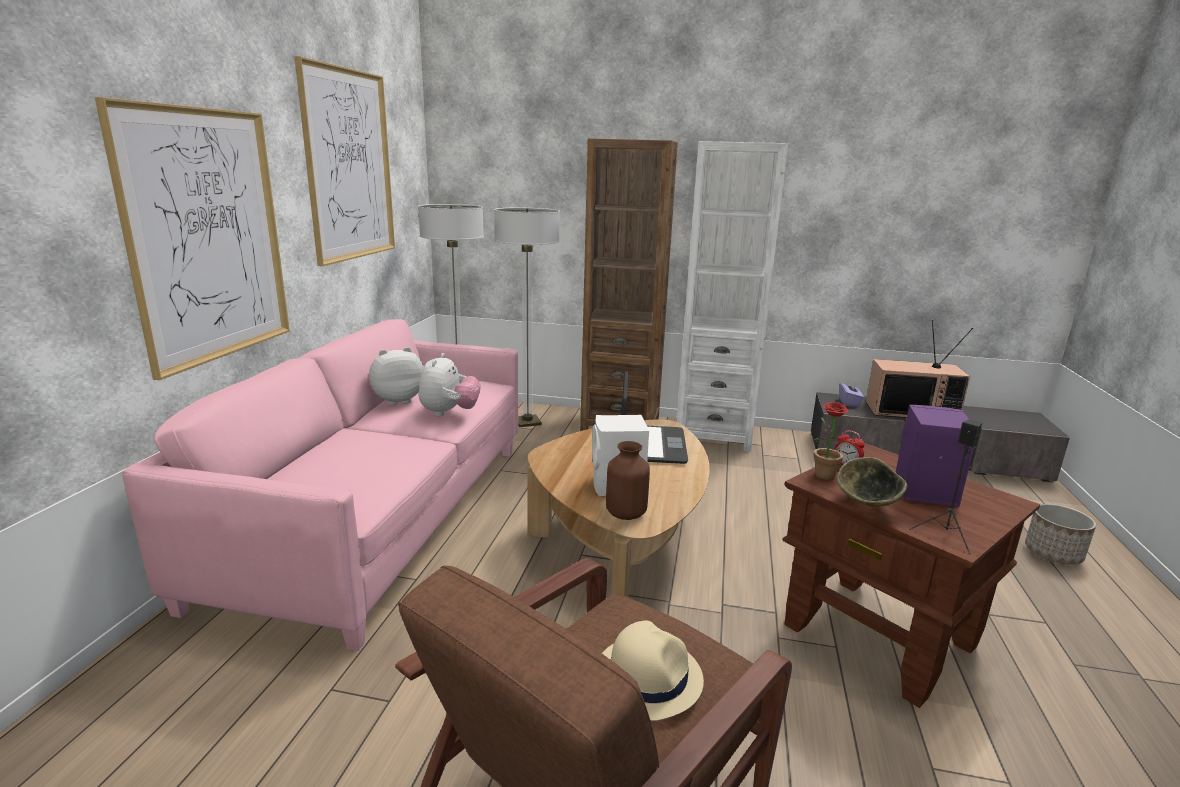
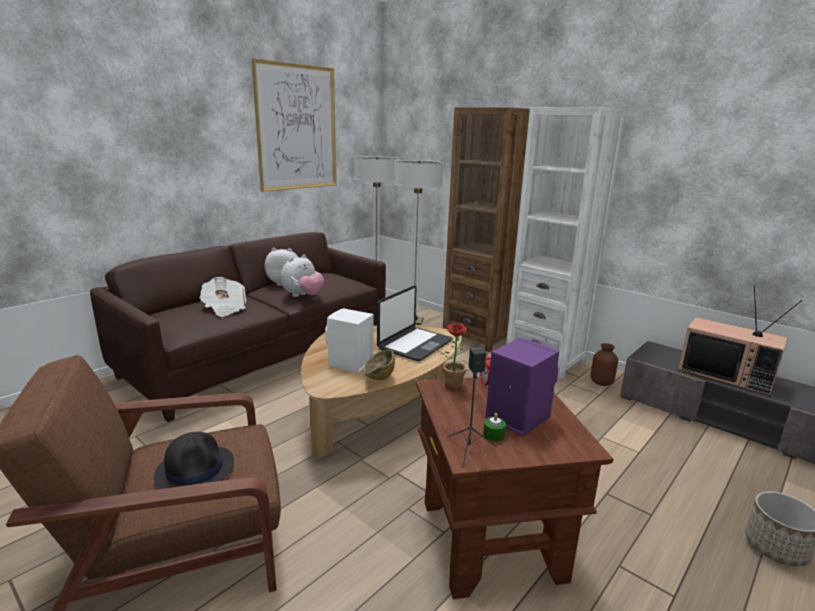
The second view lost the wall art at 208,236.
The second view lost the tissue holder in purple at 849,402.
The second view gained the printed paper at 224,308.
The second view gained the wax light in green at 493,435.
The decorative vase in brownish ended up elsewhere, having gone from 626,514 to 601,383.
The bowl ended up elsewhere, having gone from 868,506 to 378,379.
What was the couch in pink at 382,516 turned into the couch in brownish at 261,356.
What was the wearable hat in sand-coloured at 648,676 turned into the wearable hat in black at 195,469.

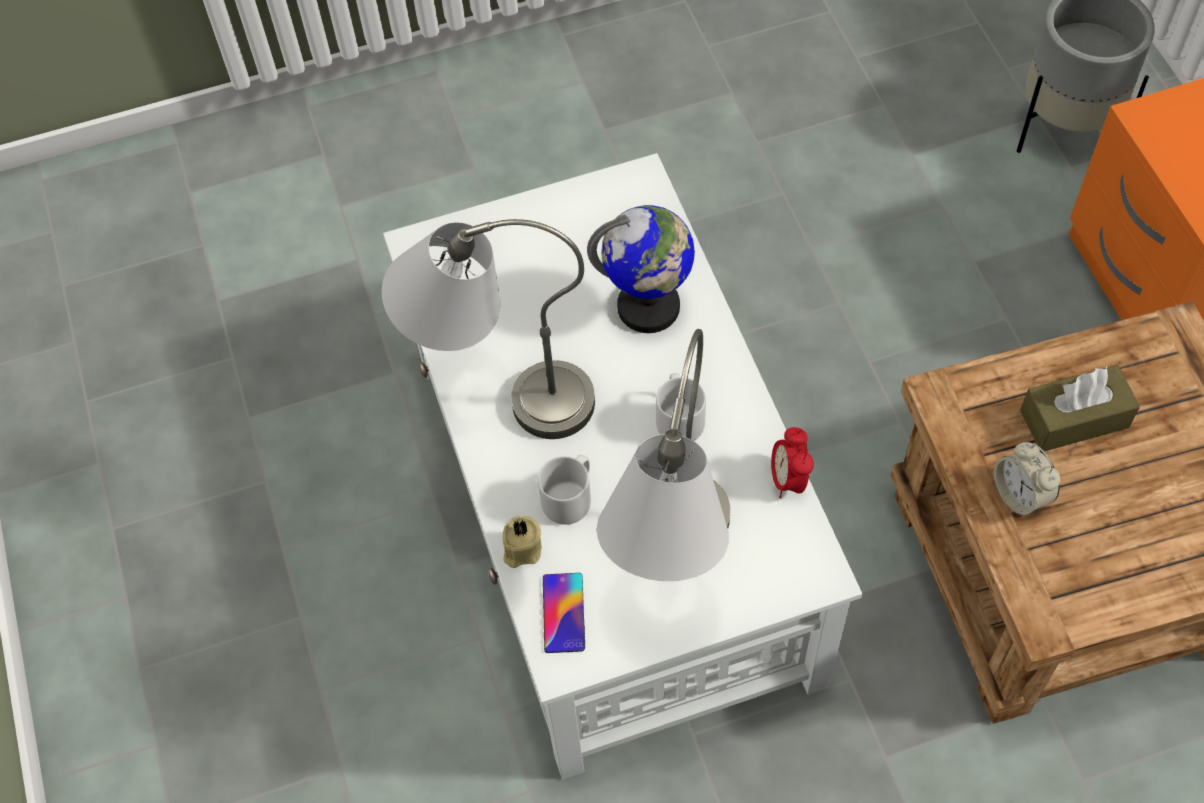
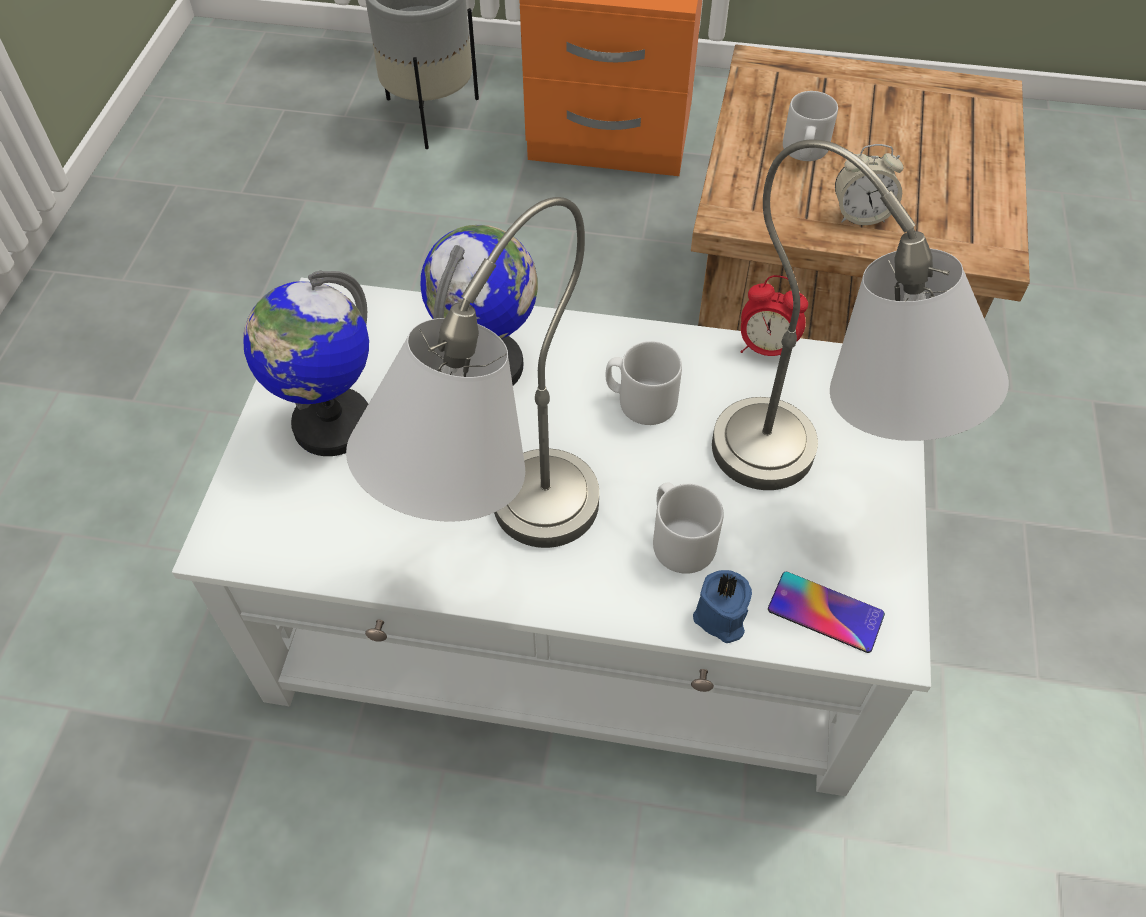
The second view gained the desk globe at 331,424.
Where the tissue holder in brownish stood at 1074,419, the tea mug in grey came to stand at 804,151.
What was the wax light in sand-coloured at 521,549 turned into the wax light in blue-coloured at 720,618.

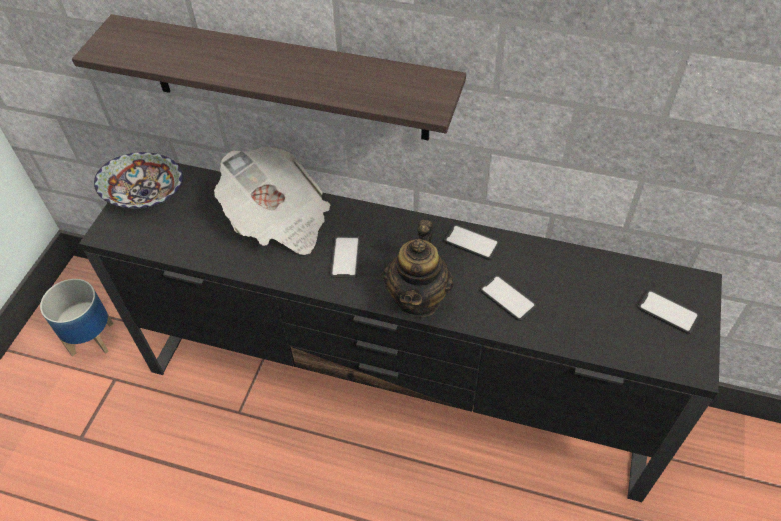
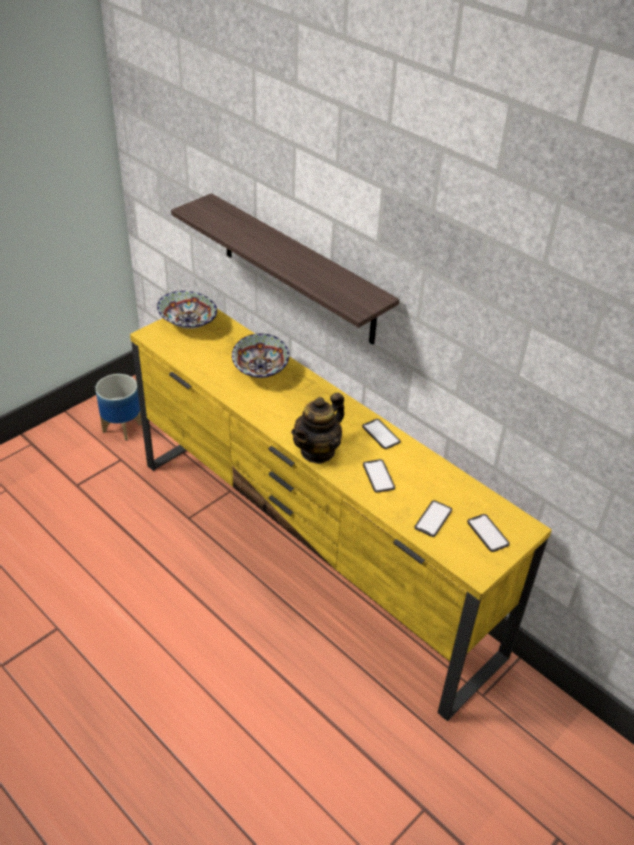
The telephone ended up elsewhere, having gone from 345,257 to 433,519.
Where the printed paper stood at 278,220, the bowl came to stand at 261,370.
What was the media console in black at 397,387 turned into the media console in yellow at 312,555.

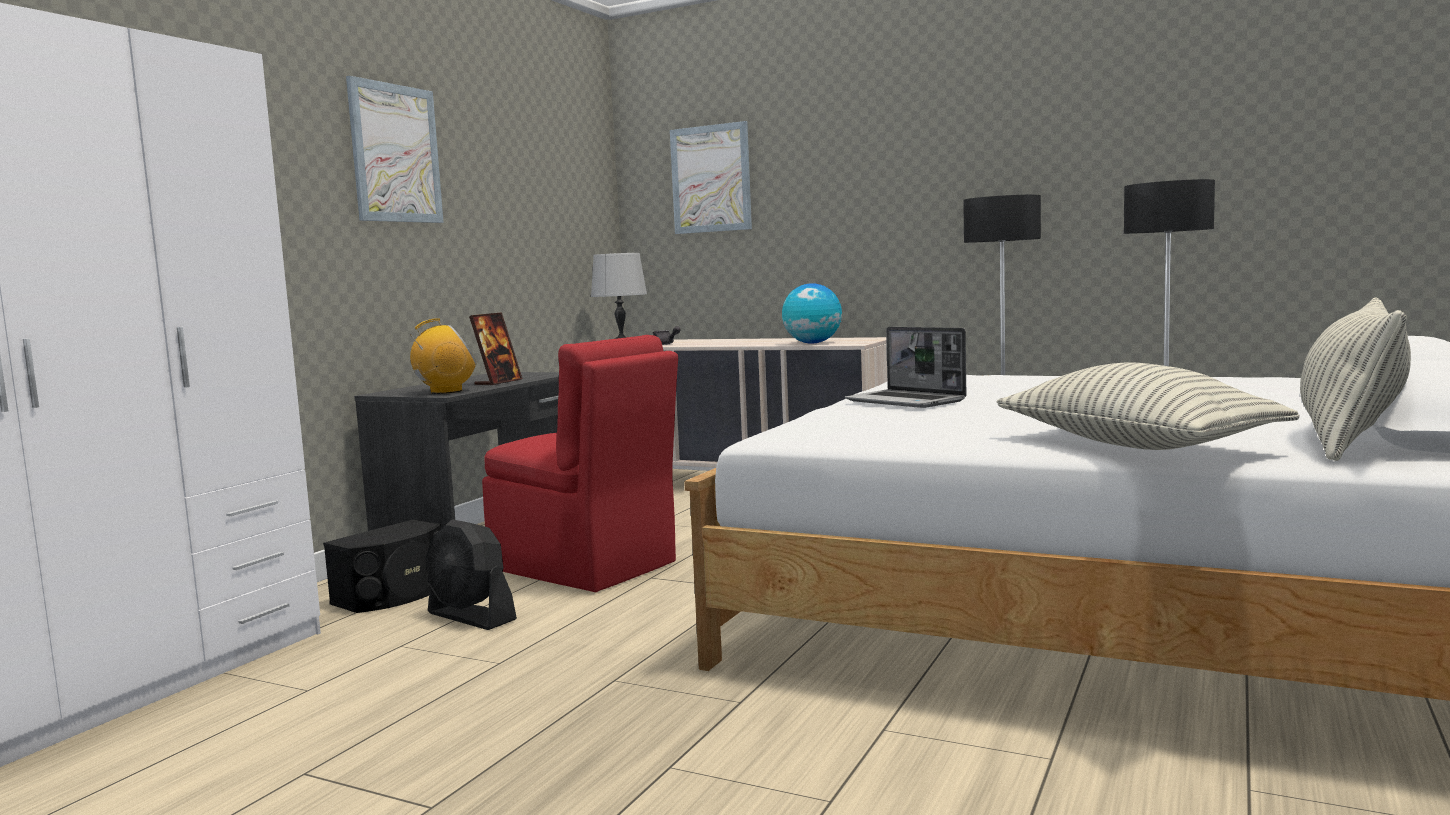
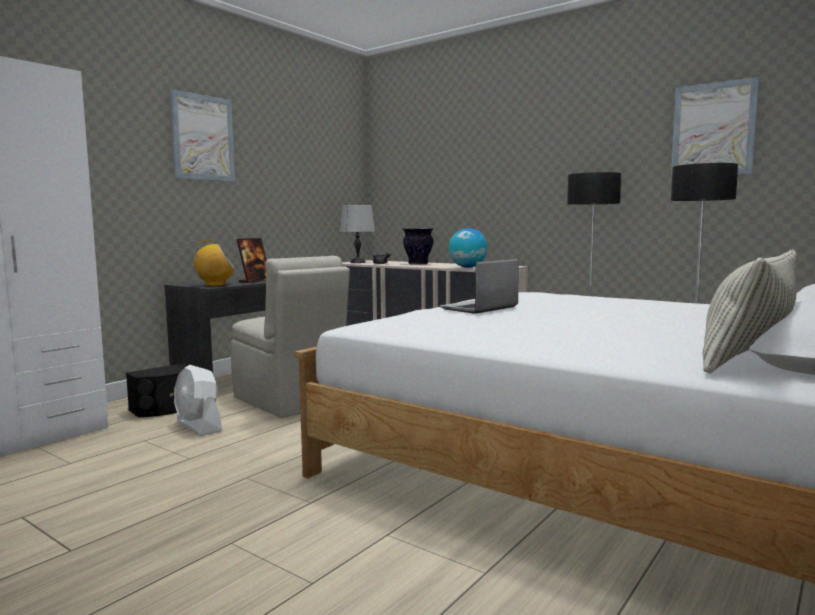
The second view lost the cushion at 1135,445.
The second view gained the decorative vase at 418,264.
The wall art ended up elsewhere, having gone from 711,179 to 713,129.
What was the cooling fan in black at 471,617 turned into the cooling fan in white at 198,426.
What was the upright chair in red-coloured at 586,567 turned into the upright chair in sand-coloured at 290,401.
The portable computer at 906,401 ended up facing another way, 75 degrees clockwise from before.

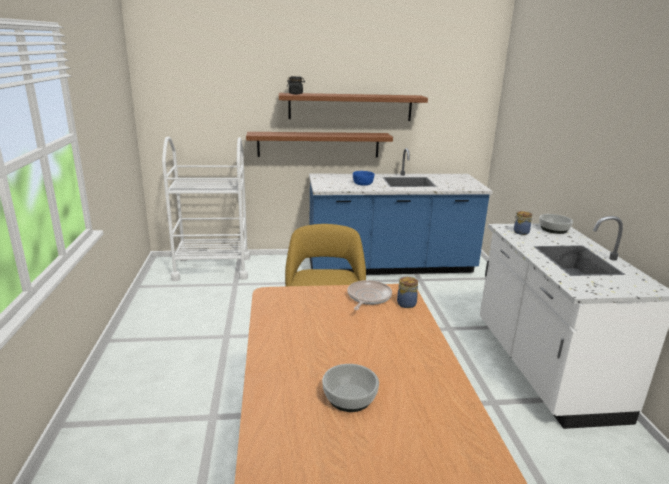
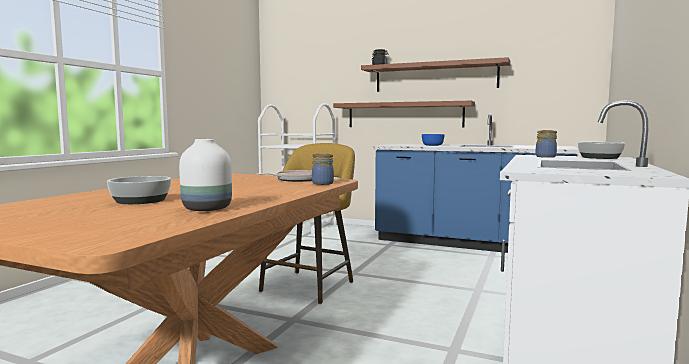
The second view gained the decorative vase in white at 207,209.

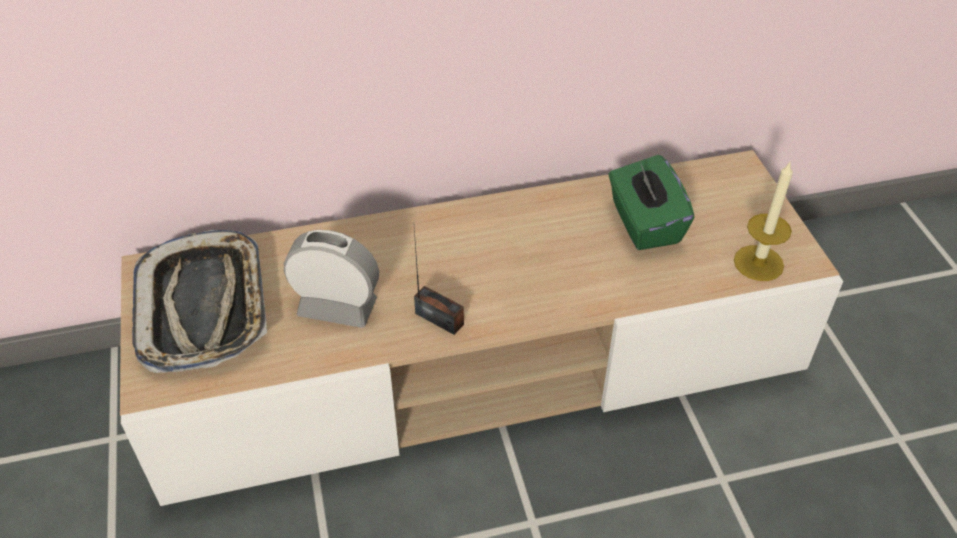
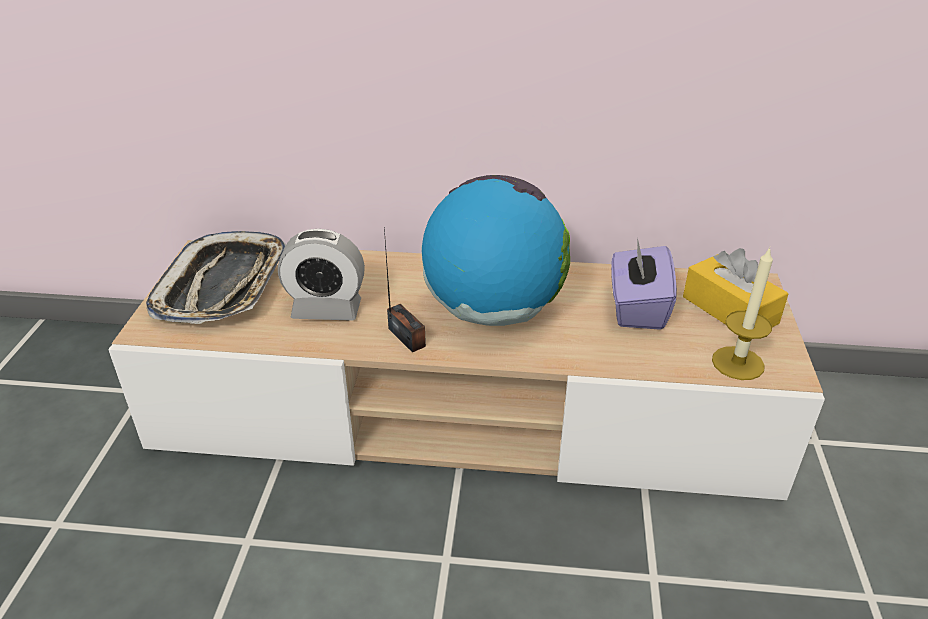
The second view gained the desk globe at 494,311.
The second view gained the tissue holder in yellow at 729,310.
What was the tissue holder in green at 644,223 turned into the tissue holder in purple at 637,308.
The bedside clock at 337,307 ended up facing another way, 150 degrees clockwise from before.

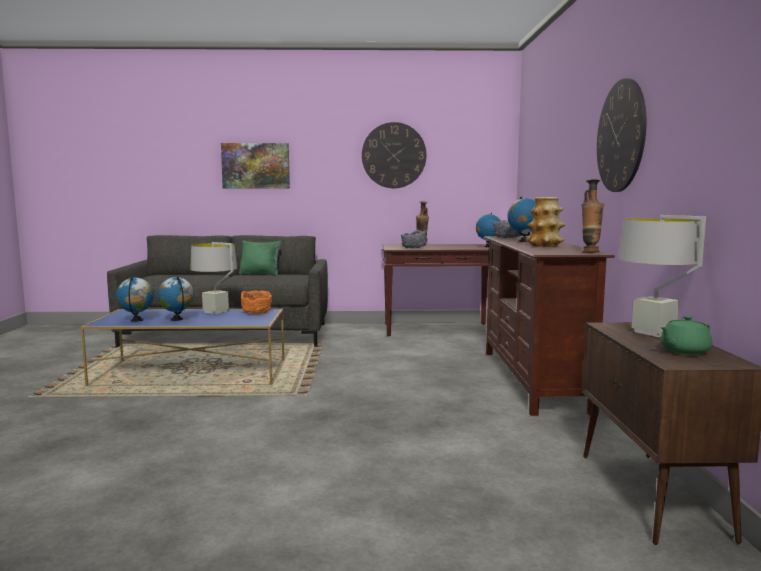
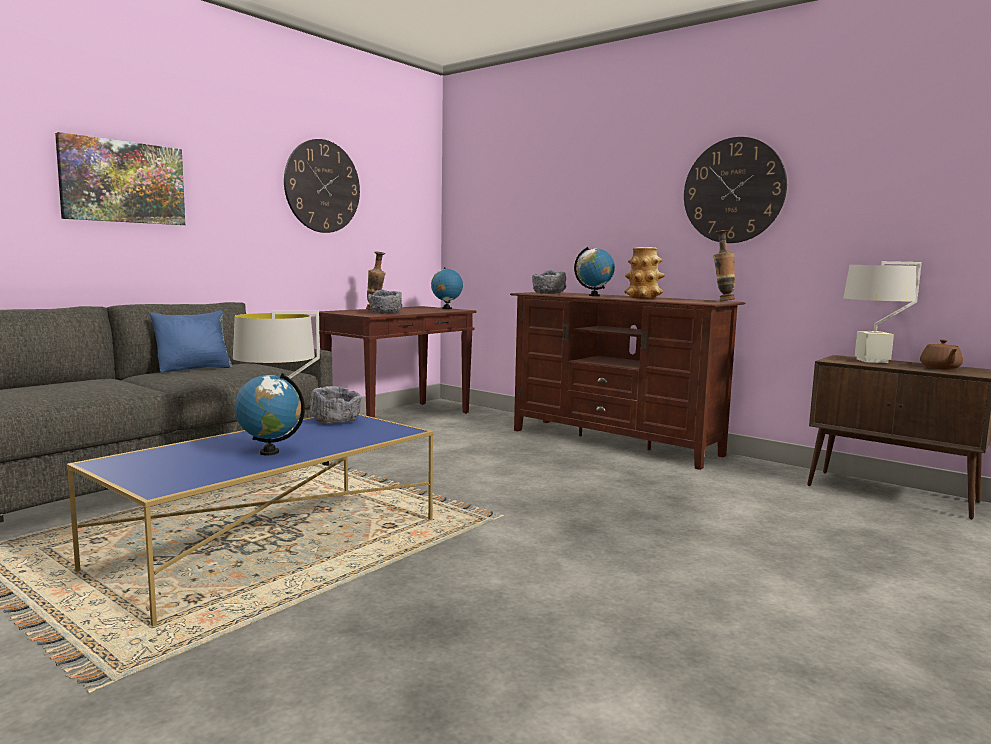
The second view lost the desk globe at 137,320.
What was the cushion in green at 260,274 turned into the cushion in blue-coloured at 194,369.
What was the bowl in orange at 257,312 turned into the bowl in grey at 336,421.
What was the teapot in green at 683,351 turned into the teapot in brownish at 940,368.

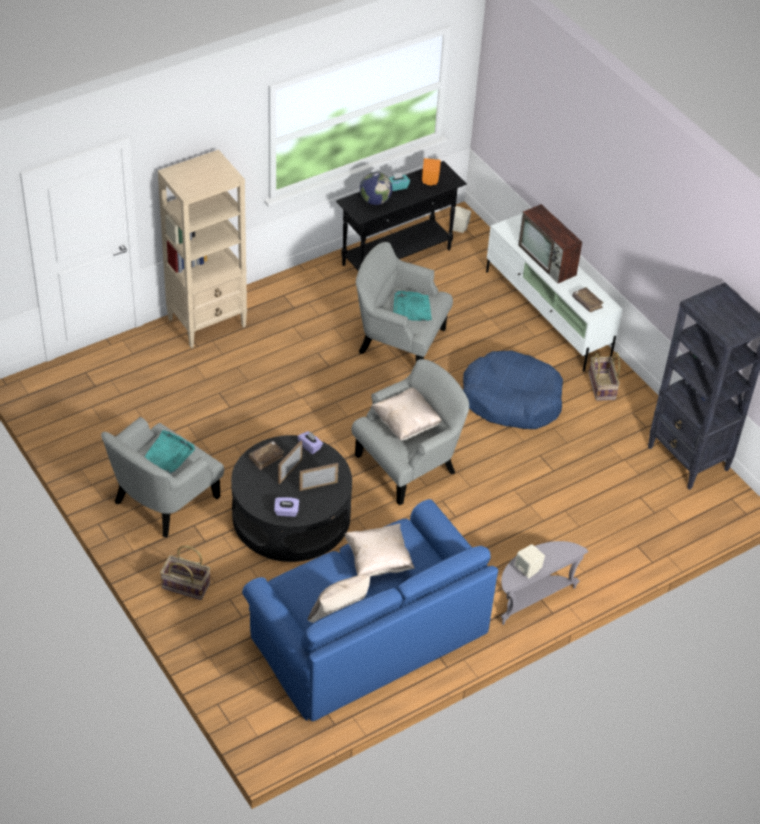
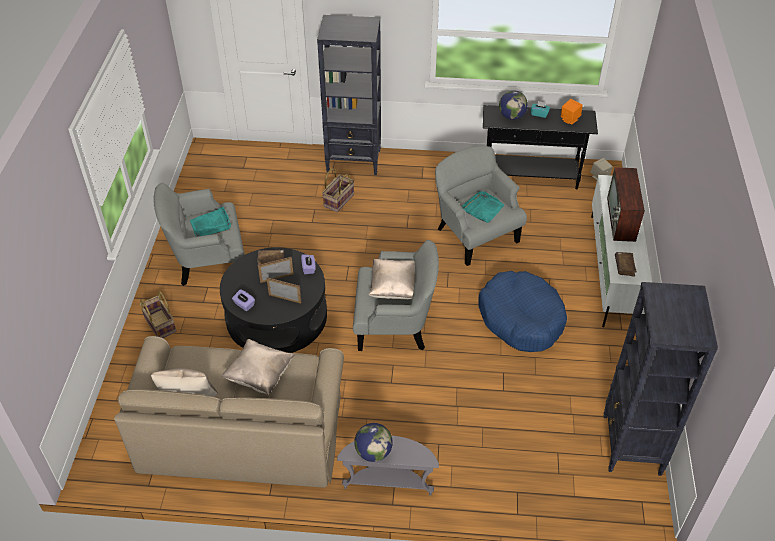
The basket ended up elsewhere, having gone from 601,386 to 338,200.
Where the speaker in sand-coloured stood at 528,569, the desk globe came to stand at 373,452.
What was the bookcase in sand-coloured at 207,322 turned into the bookcase in black at 354,161.
What was the couch in blue-coloured at 367,632 turned into the couch in sand-coloured at 240,431.

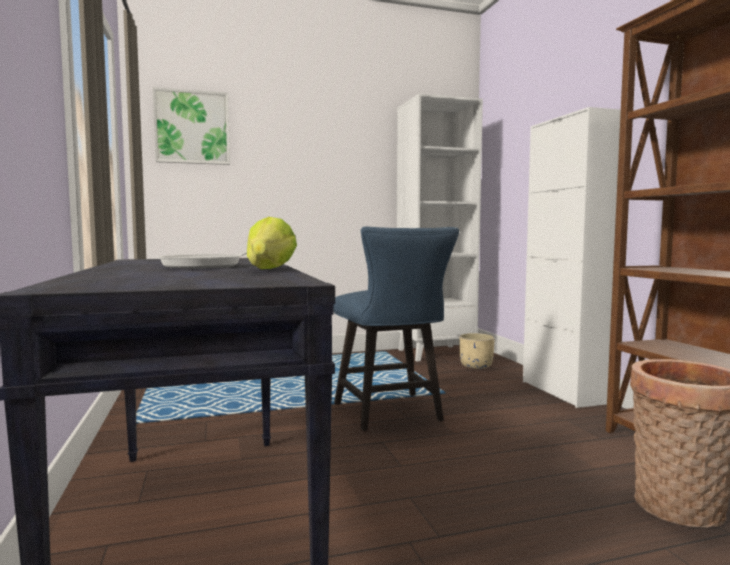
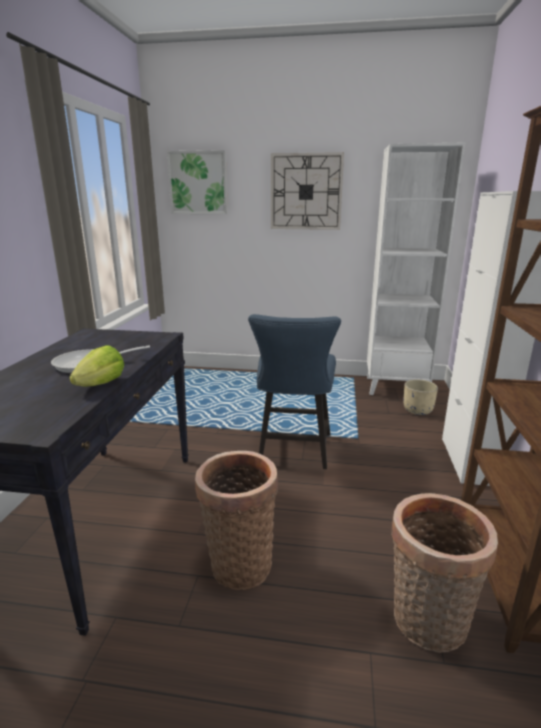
The second view gained the basket at 239,562.
The second view gained the wall clock at 306,192.

